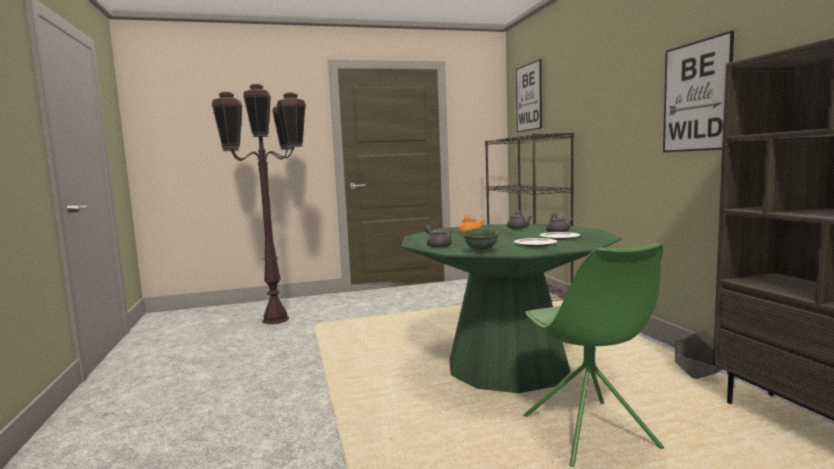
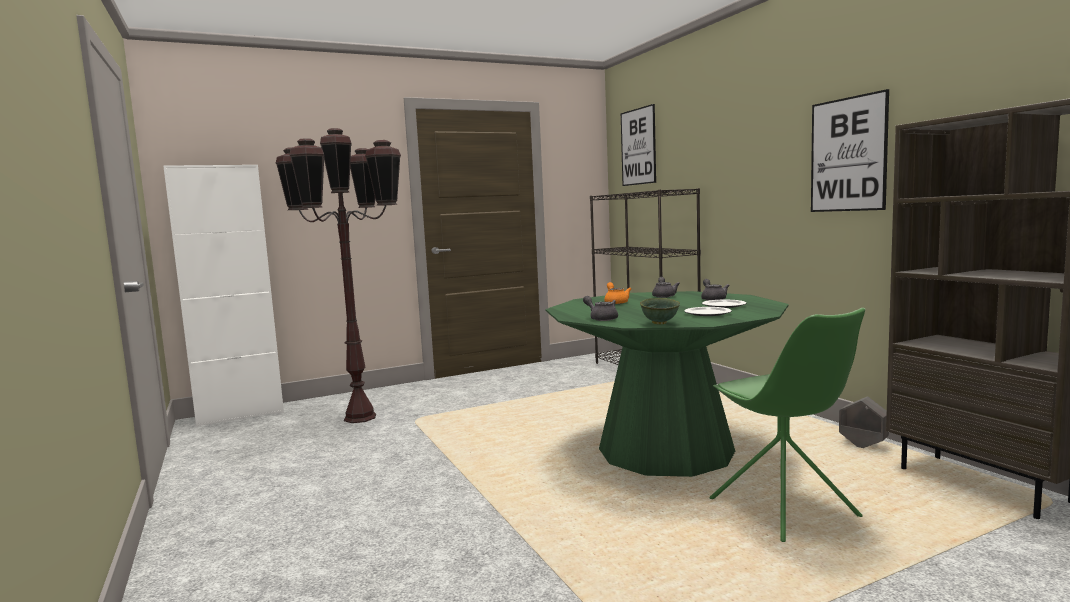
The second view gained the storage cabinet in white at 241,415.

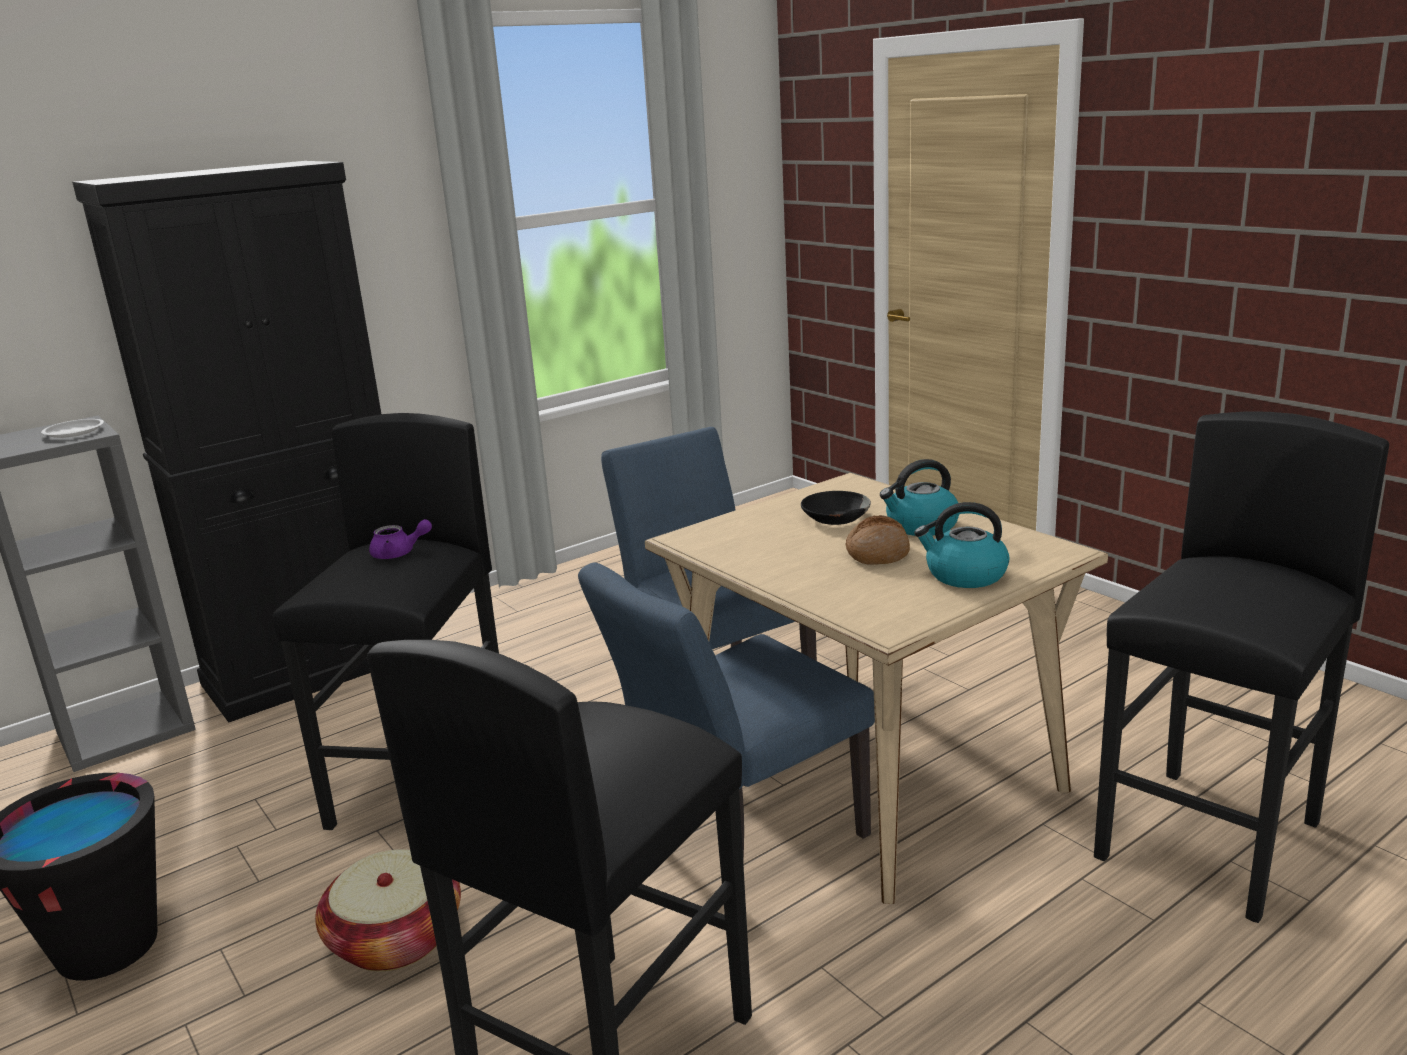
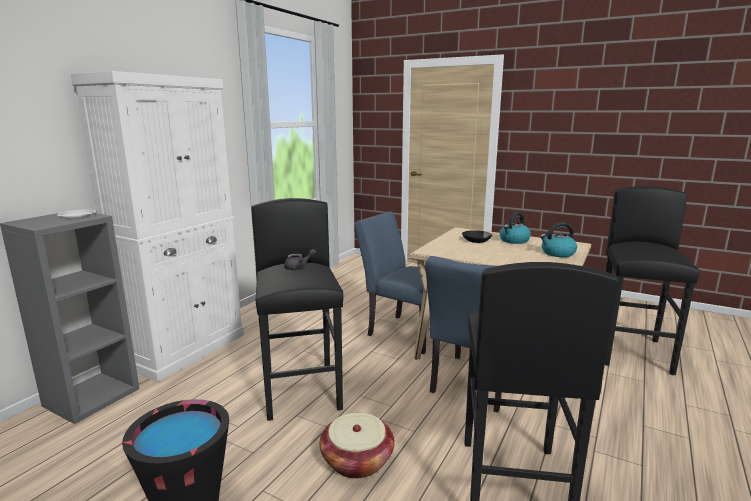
The second view lost the baked bread at 877,553.
What was the storage cabinet in black at 315,668 turned into the storage cabinet in white at 187,349.
What was the teapot in purple at 399,554 turned into the teapot in grey at 299,267.

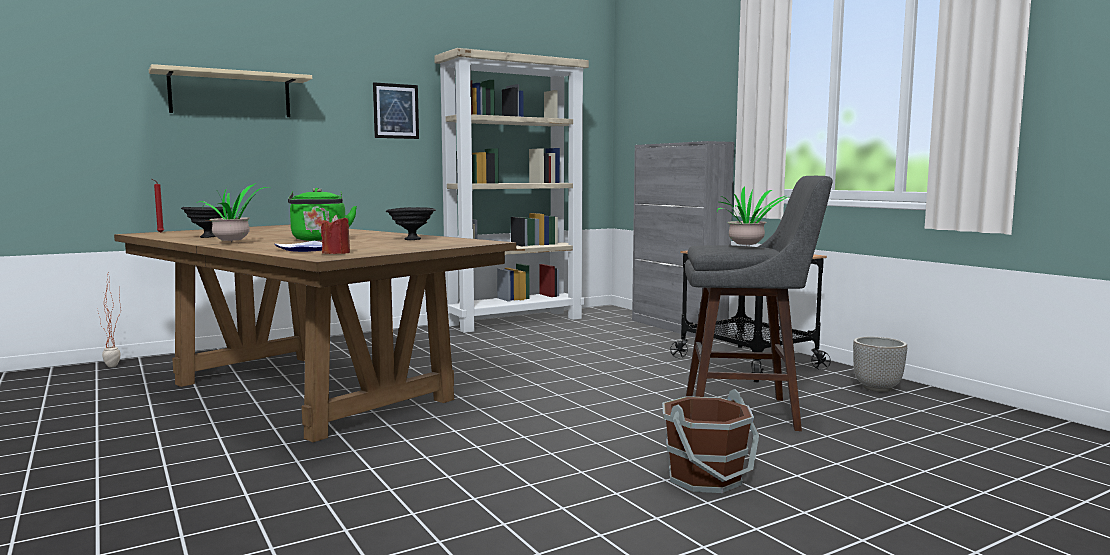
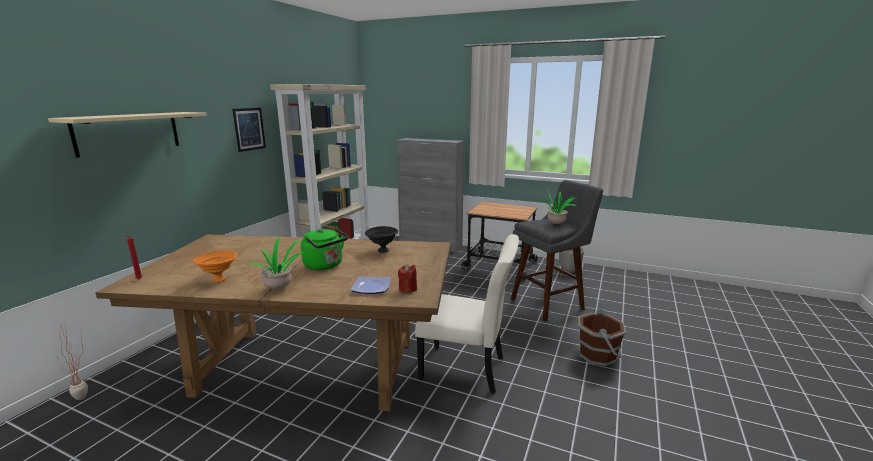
The second view gained the upright chair in sand-coloured at 466,369.
What was the bowl in black at 207,237 turned into the bowl in orange at 218,280.

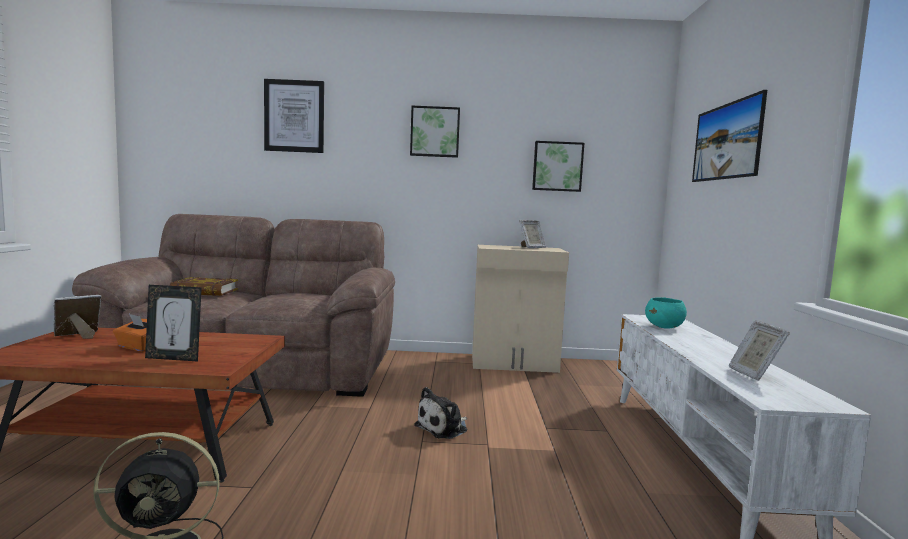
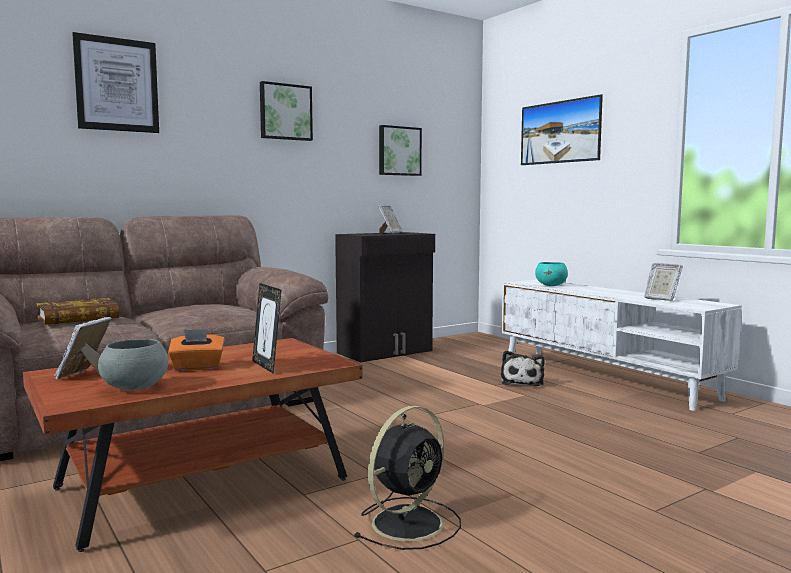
The second view gained the bowl in grey at 135,388.
The plush toy ended up elsewhere, having gone from 444,428 to 522,382.
What was the storage cabinet in sand-coloured at 514,364 turned into the storage cabinet in black at 386,352.
The picture frame at 174,358 ended up facing another way, 90 degrees clockwise from before.

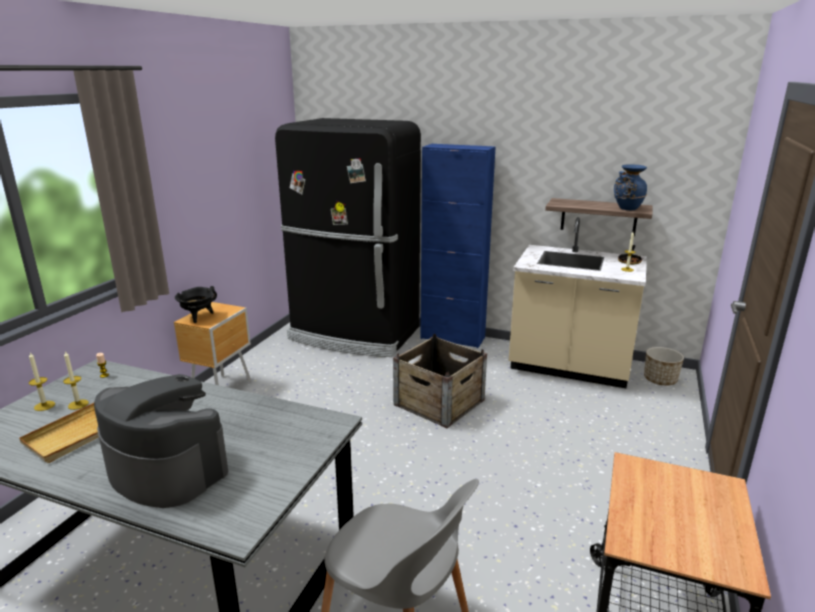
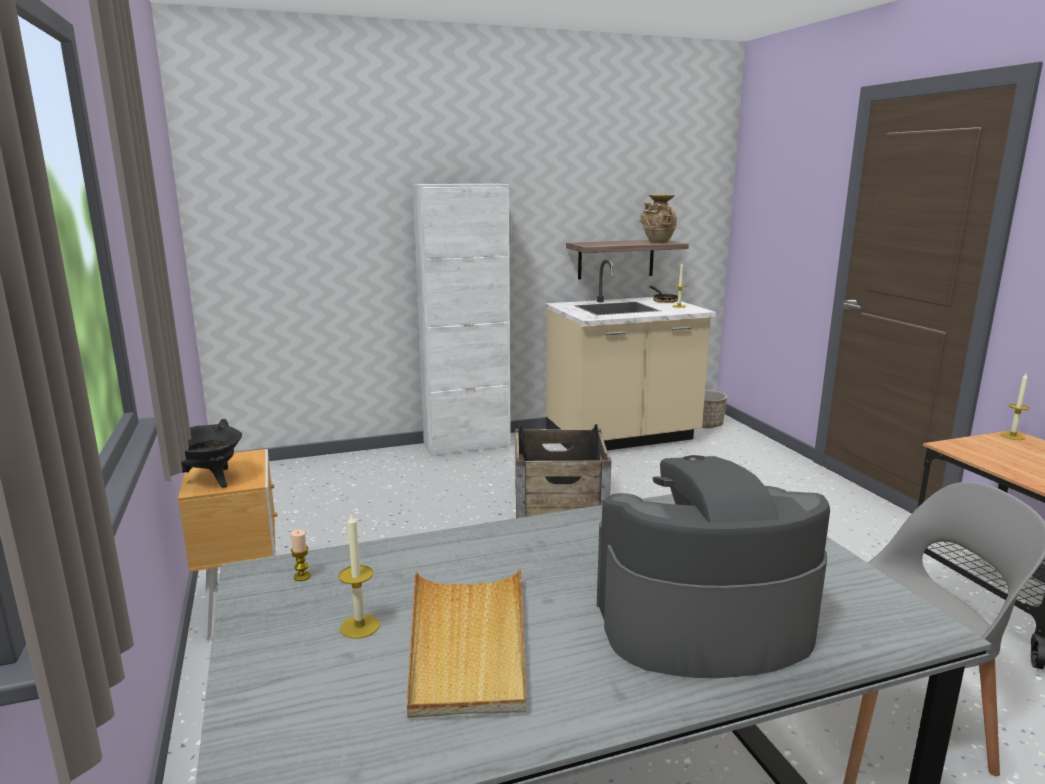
The second view lost the kitchen fridge in black at 354,334.
The wax light ended up elsewhere, having gone from 44,406 to 1012,436.
What was the storage cabinet in blue-coloured at 452,338 turned into the storage cabinet in white at 467,445.
What was the decorative vase in blue-coloured at 626,208 turned into the decorative vase in sand-coloured at 657,242.

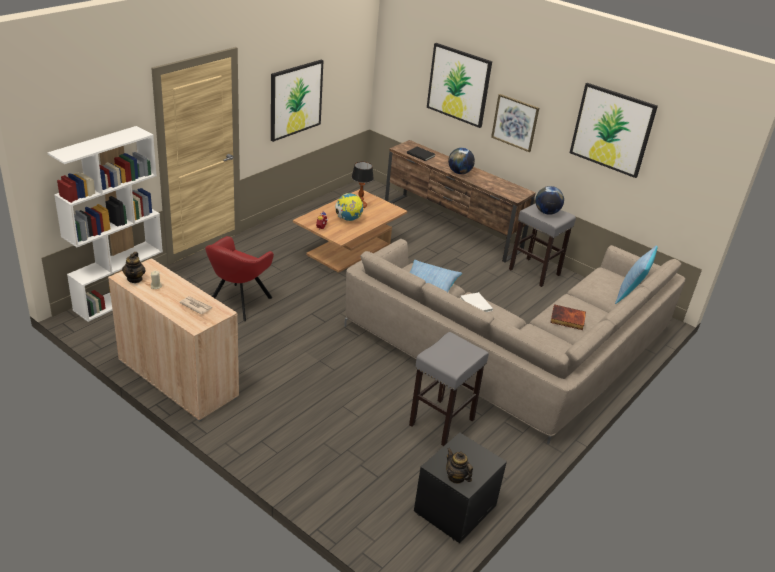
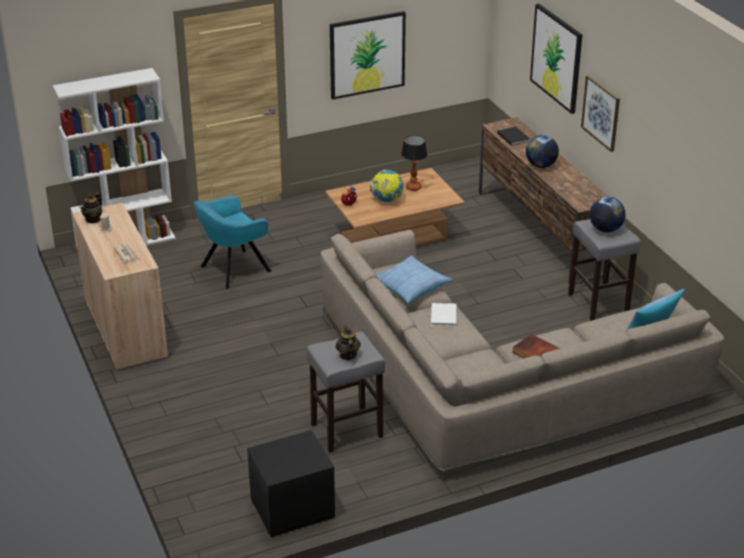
The second view lost the wall art at 612,130.
The teapot ended up elsewhere, having gone from 456,477 to 348,355.
What was the lounge chair in red-coloured at 238,303 turned into the lounge chair in turquoise-coloured at 233,270.

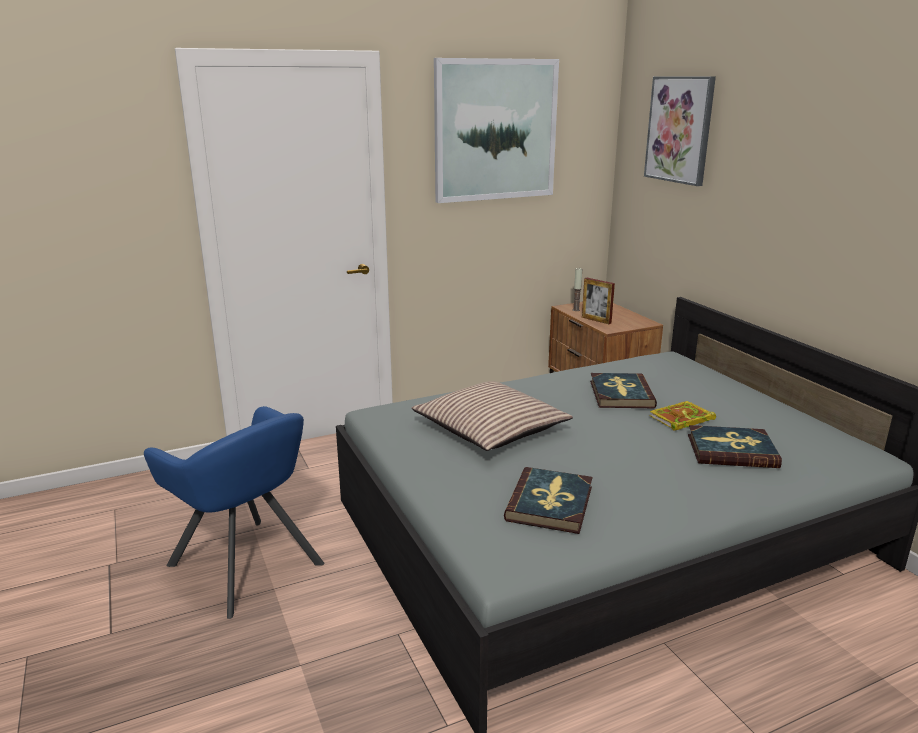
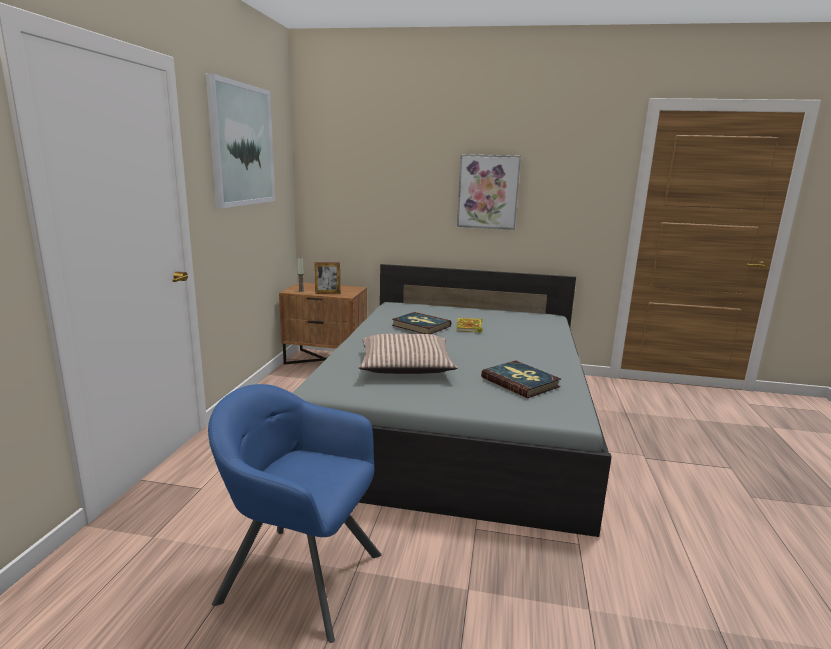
The second view lost the volume at 731,451.
The wall art ended up elsewhere, having gone from 679,129 to 488,192.
The lounge chair in blue-coloured at 245,565 ended up facing another way, 150 degrees counterclockwise from before.

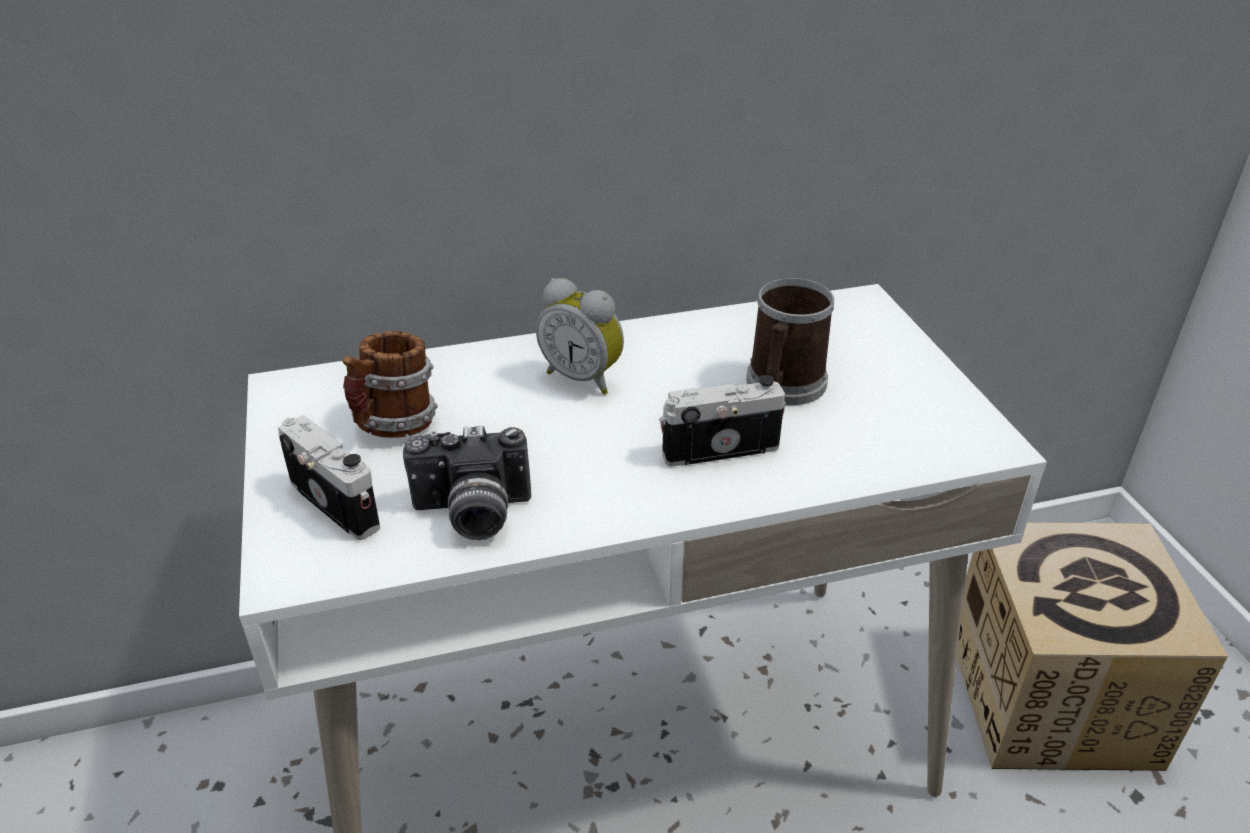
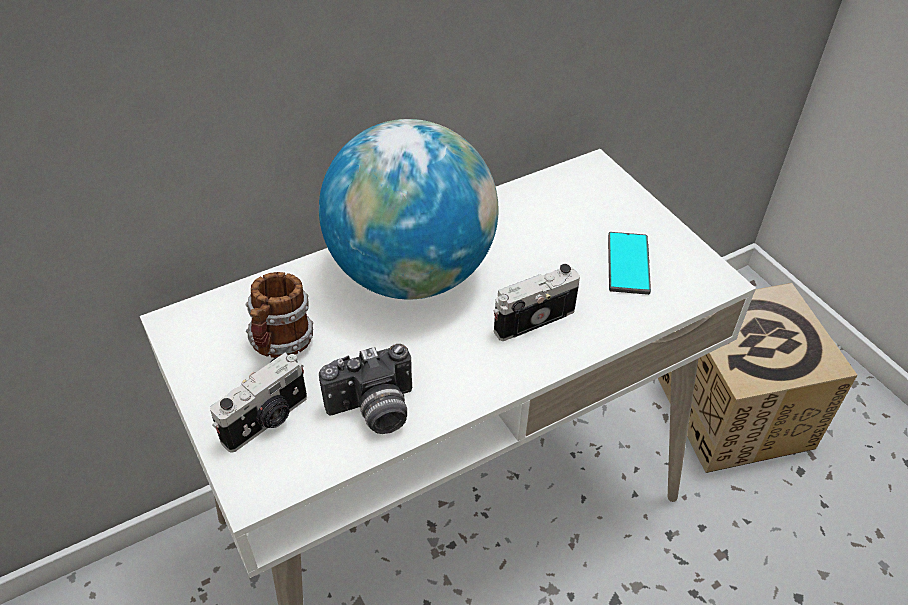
The second view lost the tea mug at 783,386.
The second view gained the telephone at 628,263.
Where the bedside clock stood at 584,377, the desk globe came to stand at 411,273.
The photo camera at 338,502 ended up facing another way, 105 degrees clockwise from before.

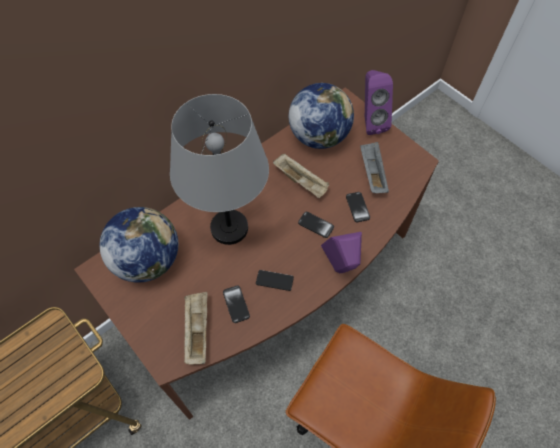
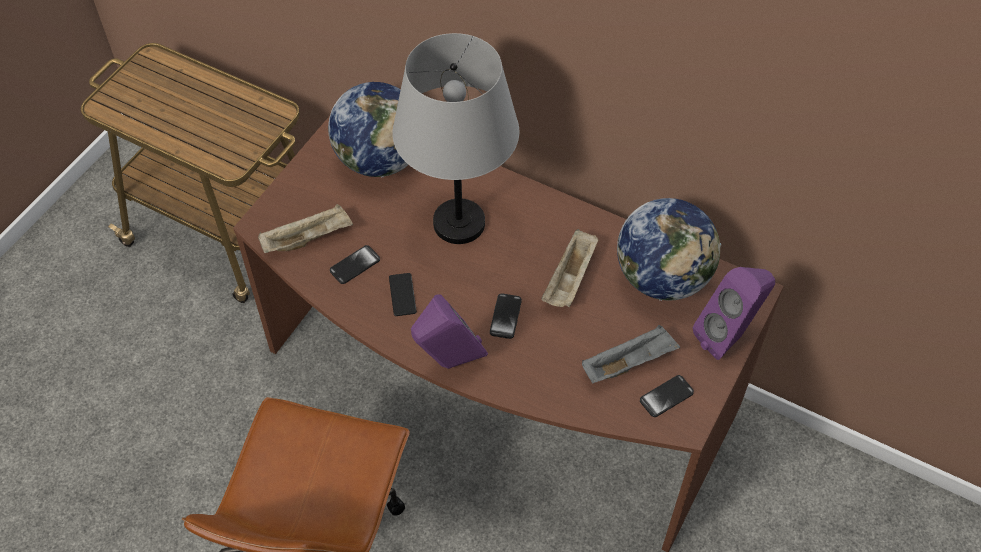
The telephone ended up elsewhere, having gone from 357,207 to 666,397.

